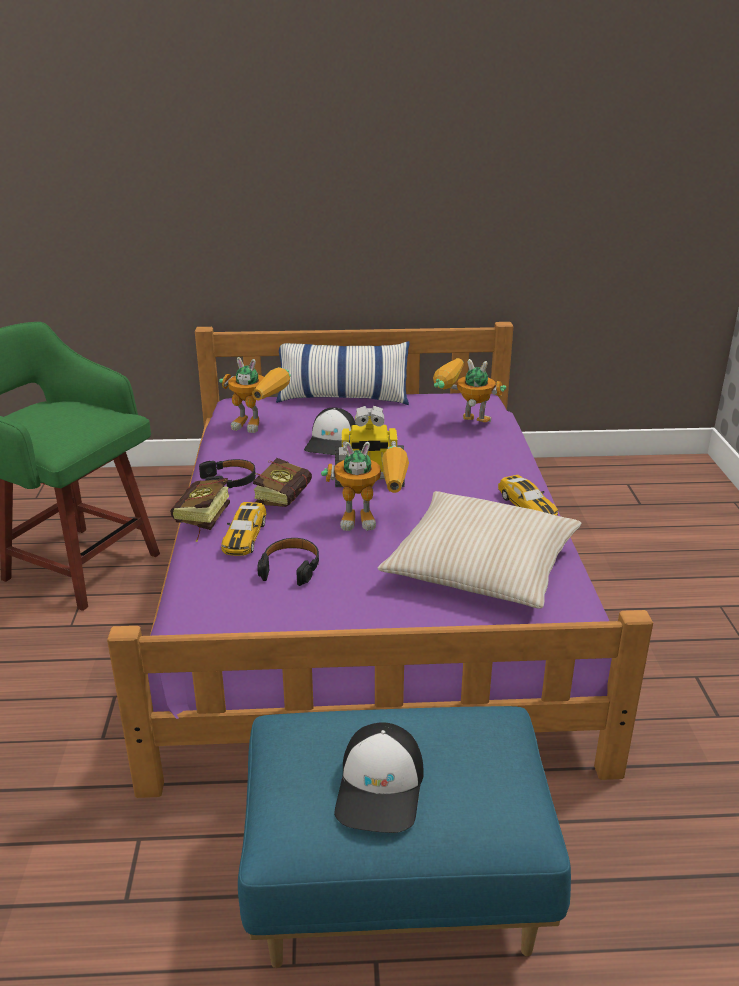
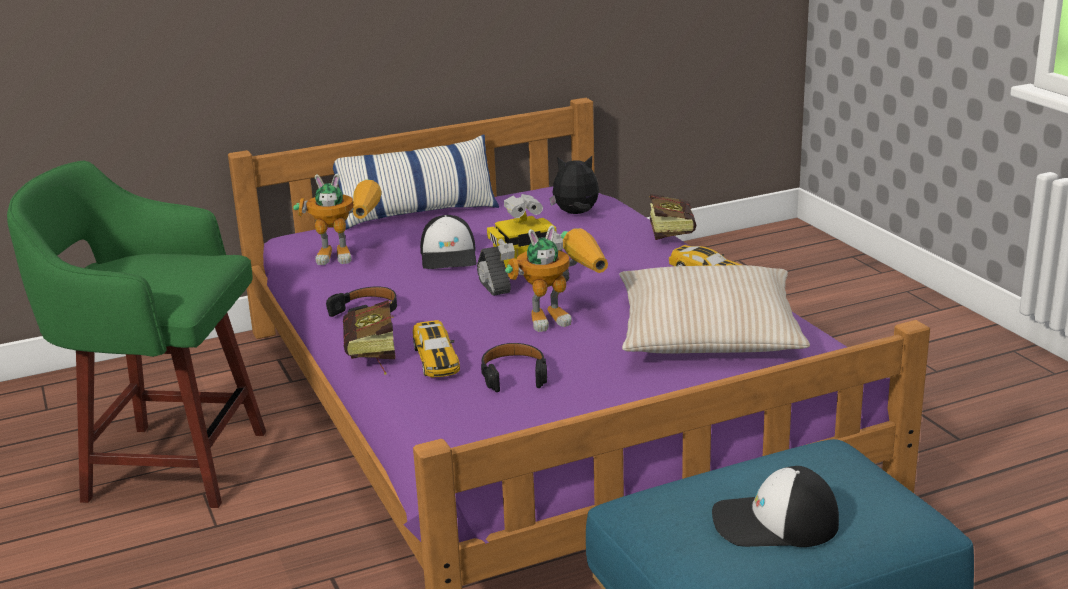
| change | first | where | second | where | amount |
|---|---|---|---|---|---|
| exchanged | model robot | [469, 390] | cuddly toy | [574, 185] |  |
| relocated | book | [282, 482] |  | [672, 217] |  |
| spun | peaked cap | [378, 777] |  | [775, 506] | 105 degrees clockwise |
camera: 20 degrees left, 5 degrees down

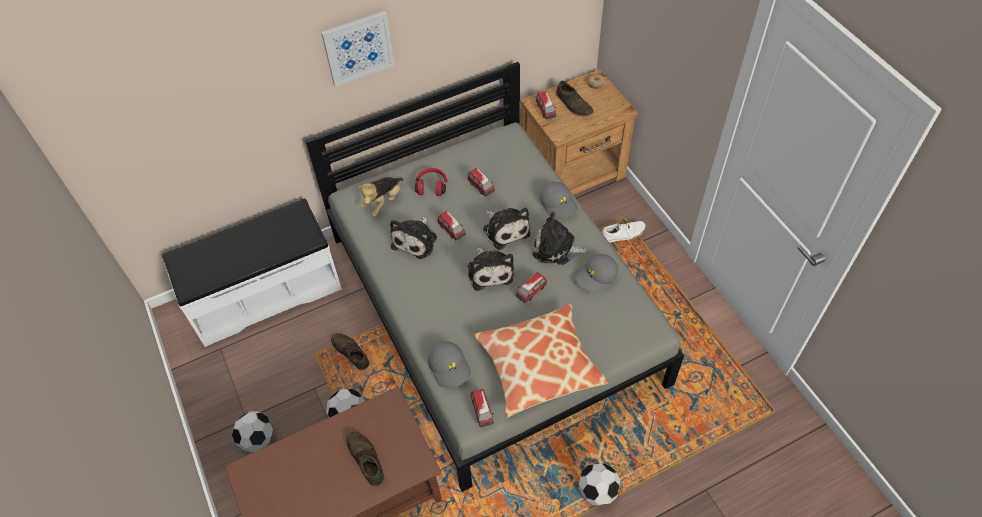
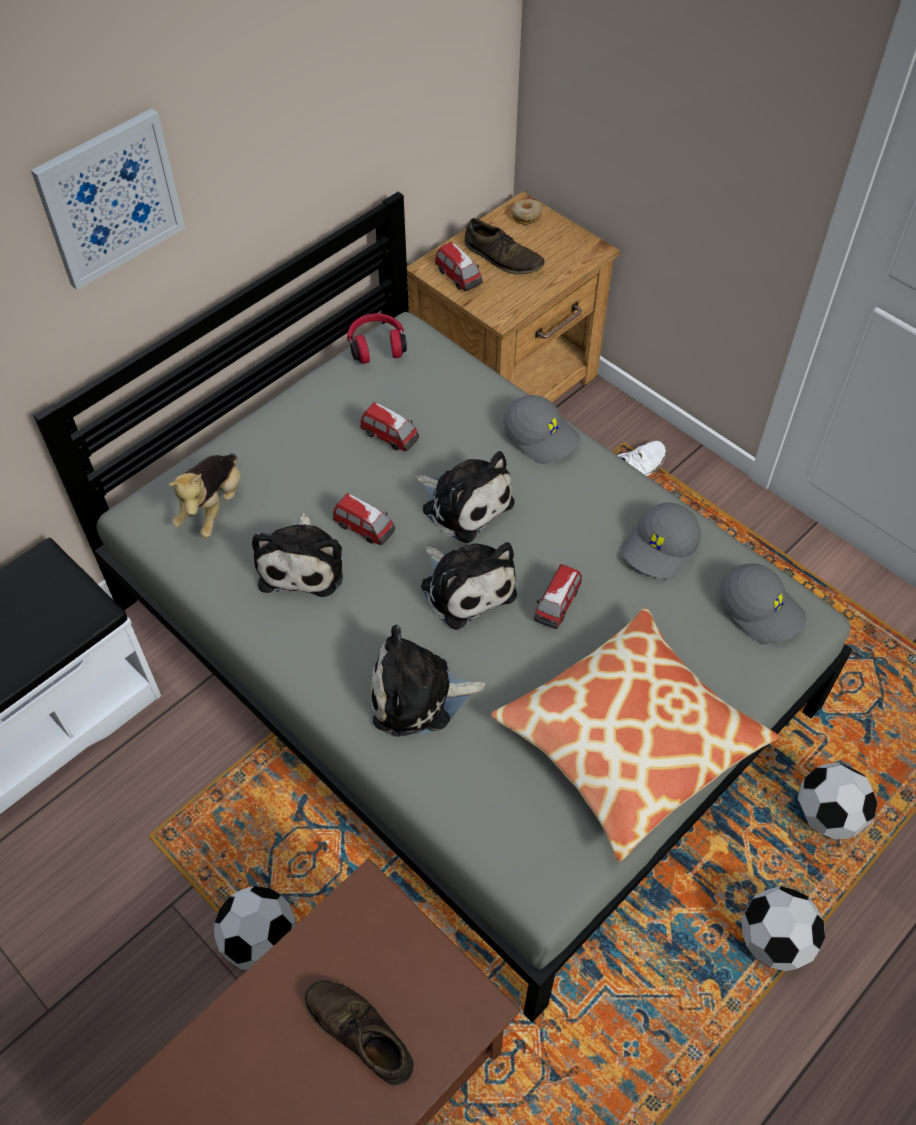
| change | first | where | second | where | amount |
|---|---|---|---|---|---|
| relocated | pair of headphones in reddish | [431, 182] |  | [377, 338] |  |
| relocated | cuddly toy | [561, 238] |  | [428, 681] |  |
| relocated | peaked cap in gray | [449, 364] |  | [763, 603] |  |
| relocated | ball for football | [252, 431] |  | [837, 801] |  |
| missing | shoe in brown | [350, 351] |  |  |  |
| missing | model car | [482, 408] |  |  |  |
camera: 20 degrees left, 0 degrees up

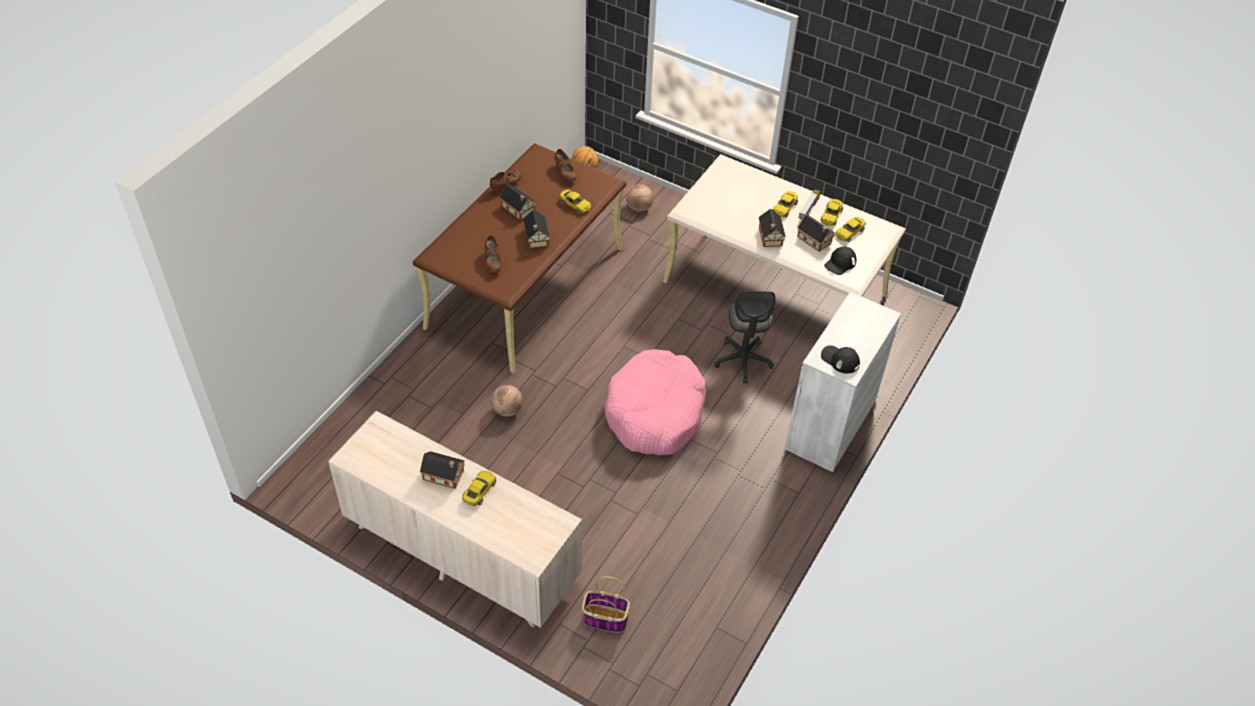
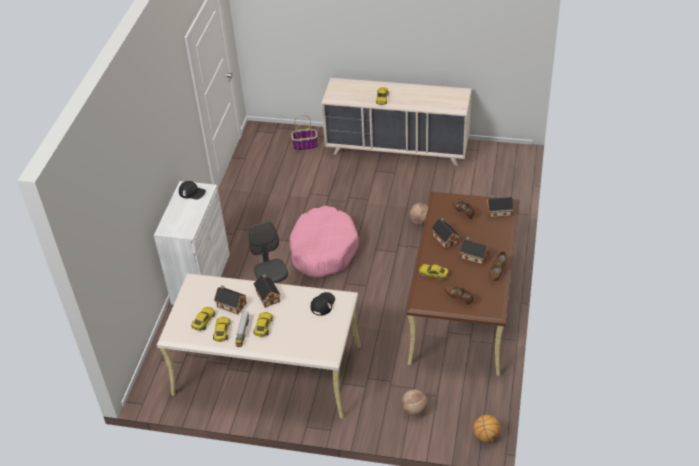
| change | first | where | second | where | amount |
|---|---|---|---|---|---|
| relocated | peaked cap in black-coloured | [840, 260] |  | [323, 304] |  |
| relocated | toy house | [442, 470] |  | [499, 206] |  |
camera: 165 degrees right, 5 degrees down

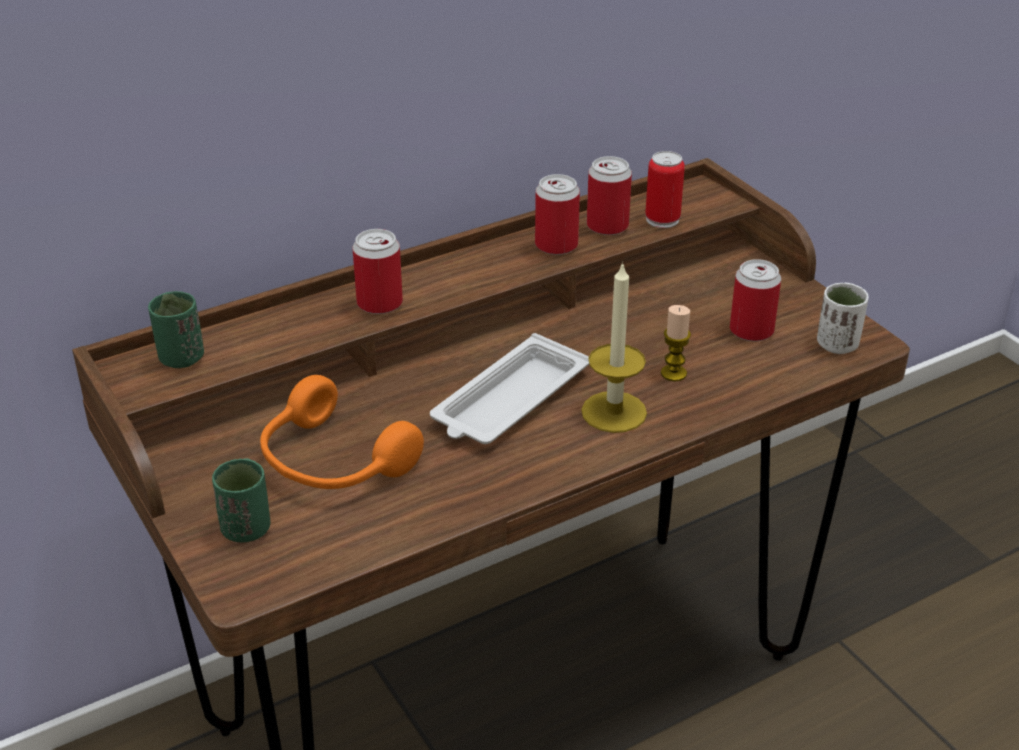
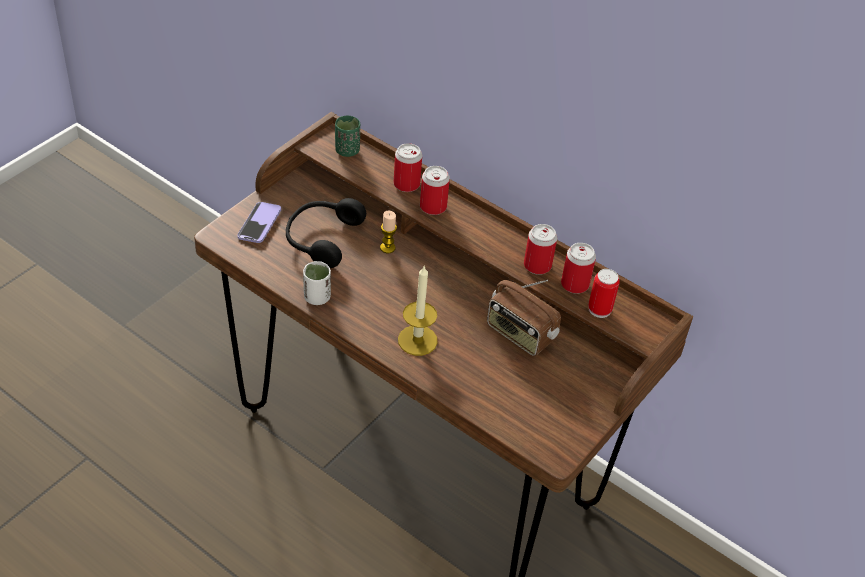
| change | first | where | second | where | amount |
|---|---|---|---|---|---|
| exchanged | cup in green-coloured | [241, 500] | phone | [259, 222] |  |
| colour | pair of headphones in orangey | [342, 432] | pair of headphones in black-coloured | [326, 233] |  |
| relocated | cup in white-coloured | [843, 318] |  | [317, 283] |  |
| relocated | wax candle | [676, 343] |  | [388, 232] |  |
| relocated | sealed can | [755, 300] |  | [407, 167] |  |
| appeared |  |  | radio receiver | [524, 318] |  |
| missing | tray in white-coloured | [509, 388] |  |  |  |
camera: 65 degrees right, 10 degrees up

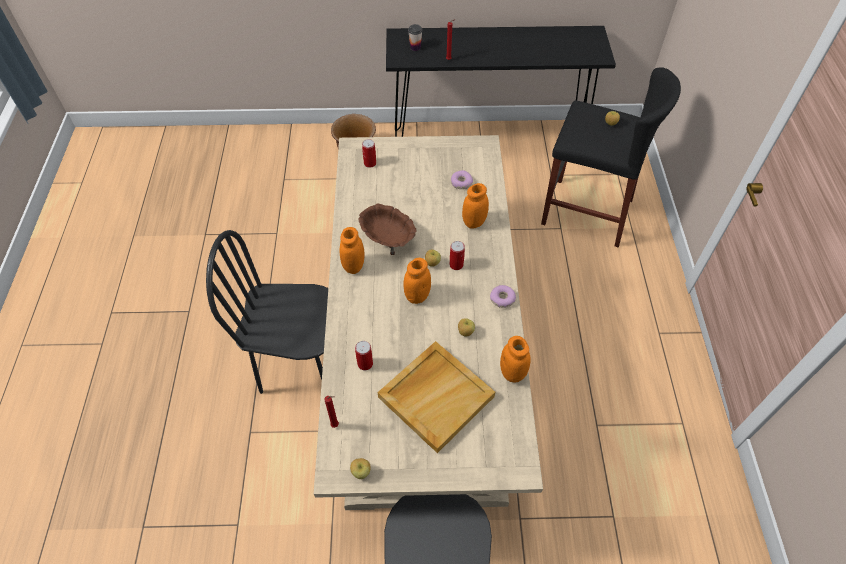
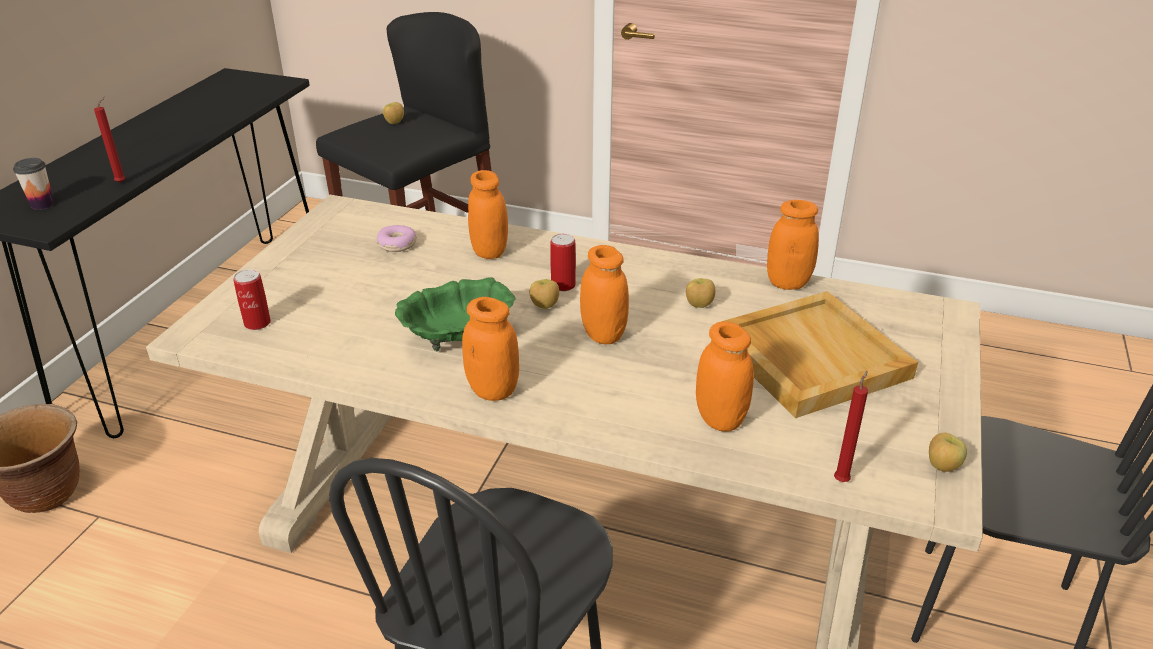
| change | first | where | second | where | amount |
|---|---|---|---|---|---|
| colour | deep dish in brown | [387, 229] | deep dish in green-coloured | [455, 314] |  |
| exchanged | sealed can | [364, 355] | preserve jar in orangey | [725, 376] |  |
| missing | doughnut | [503, 296] |  |  |  |
camera: 70 degrees left, 20 degrees down

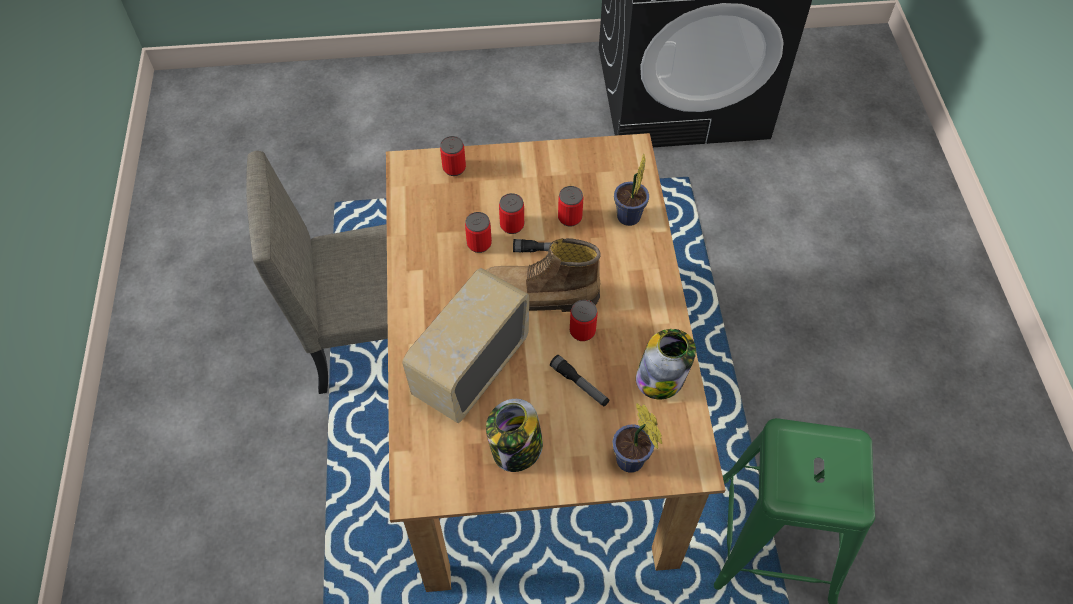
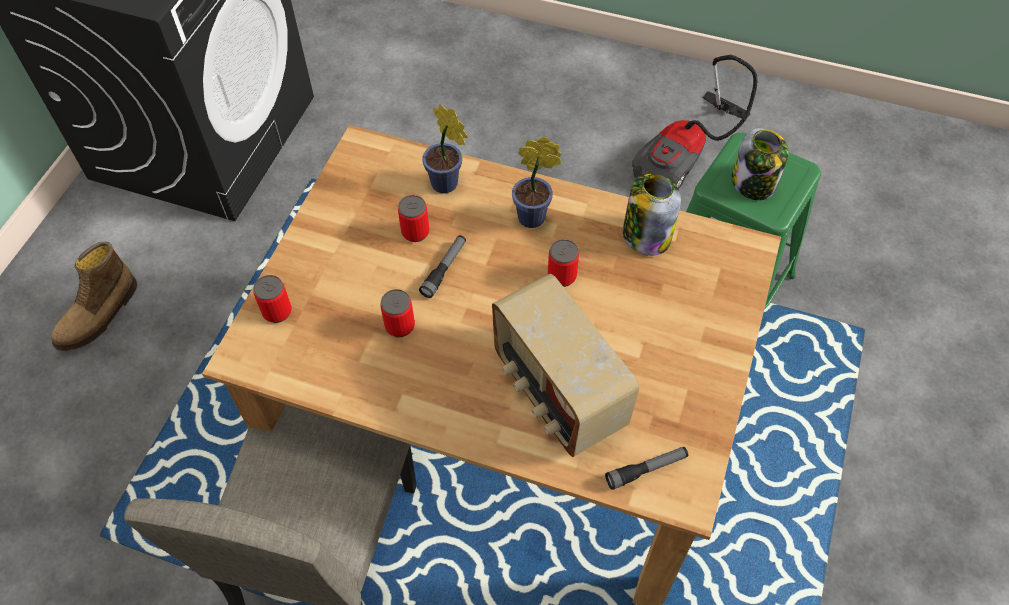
| change | first | where | second | where | amount |
|---|---|---|---|---|---|
| relocated | tall boot | [543, 275] |  | [94, 296] |  |
| relocated | plant in a pot | [637, 438] |  | [537, 182] |  |
| relocated | flashlight | [579, 380] |  | [646, 468] |  |
| appeared |  |  | vacuum | [695, 122] |  |
| relocated | preserve jar | [514, 435] |  | [760, 164] |  |
| missing | sealed can | [511, 213] |  |  |  |
camera: 65 degrees left, 0 degrees up

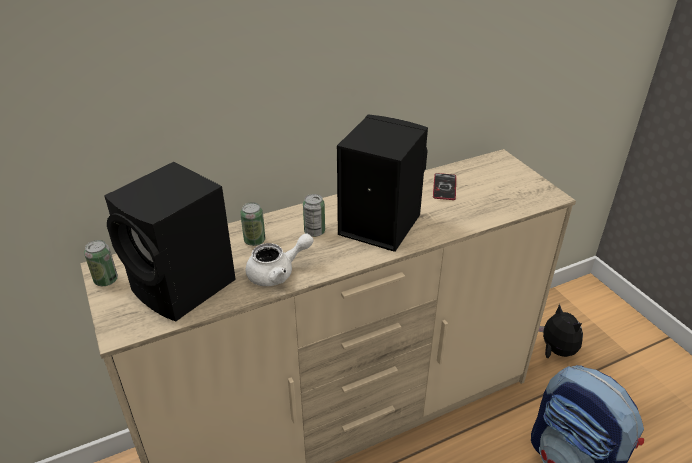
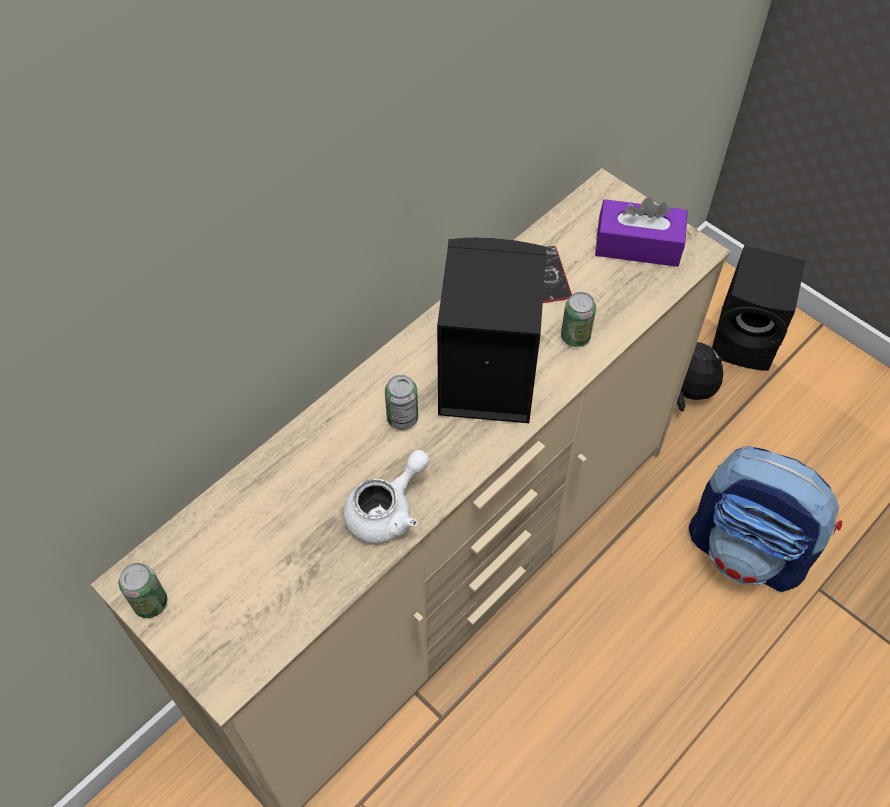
| change | first | where | second | where | amount |
|---|---|---|---|---|---|
| relocated | sealed can | [252, 224] |  | [578, 319] |  |
| appeared |  |  | tissue holder in purple-coloured | [641, 232] |  |
| relocated | speaker in black-coloured | [170, 242] |  | [758, 308] |  |
camera: 20 degrees left, 20 degrees up

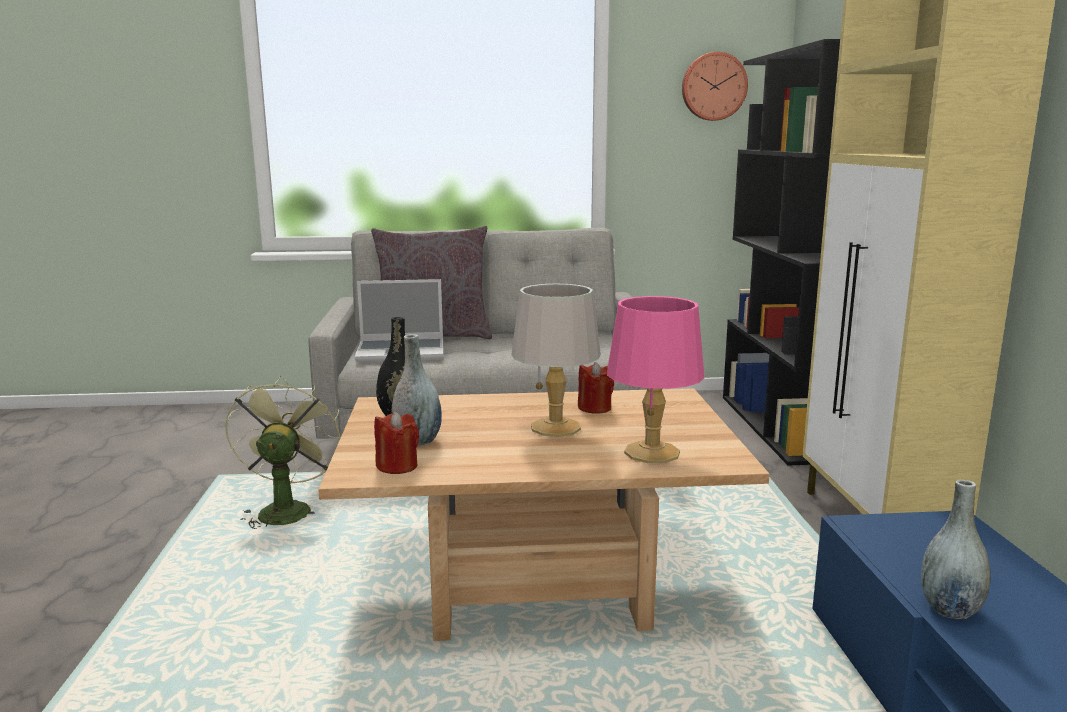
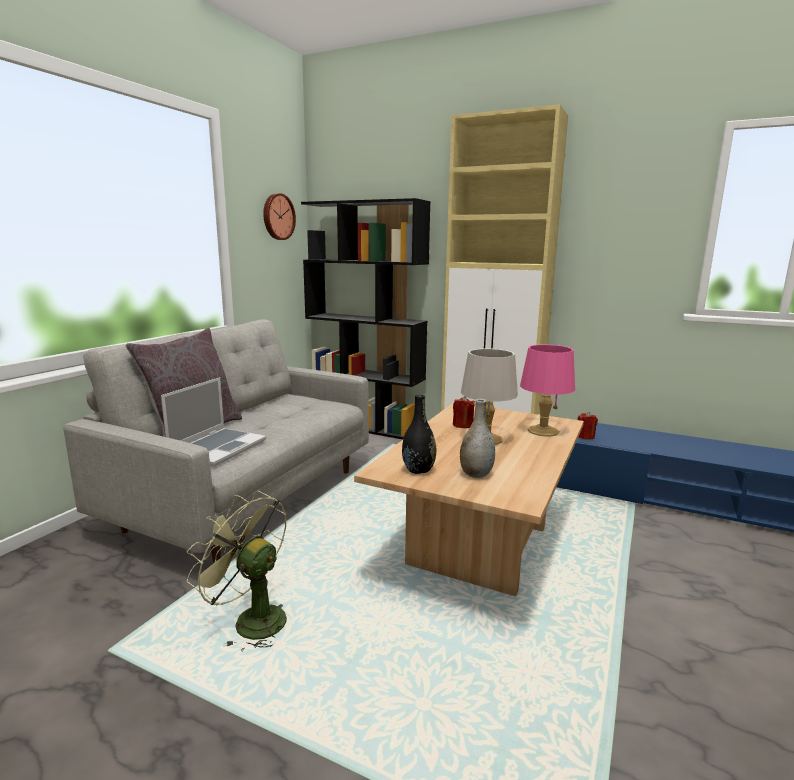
| change | first | where | second | where | amount |
|---|---|---|---|---|---|
| relocated | wax candle in reddish | [396, 442] |  | [588, 426] |  |
| missing | decorative vase in gray | [956, 549] |  |  |  |
camera: 60 degrees left, 0 degrees up

